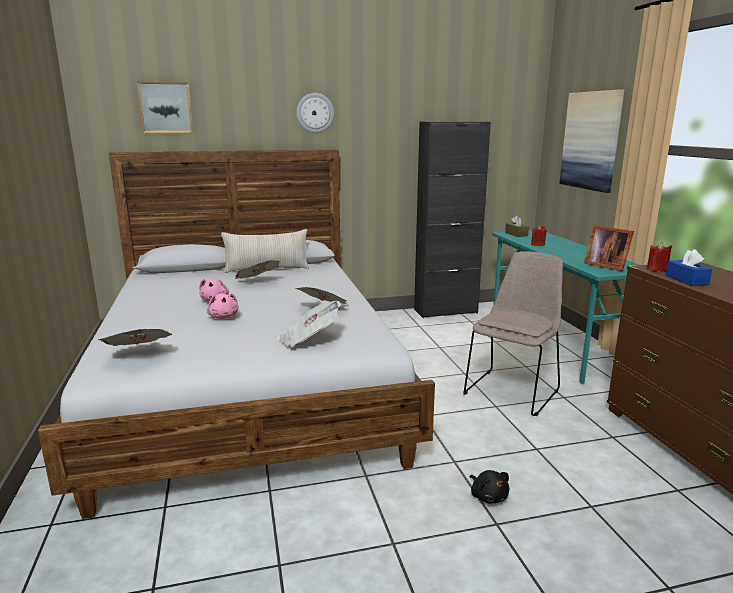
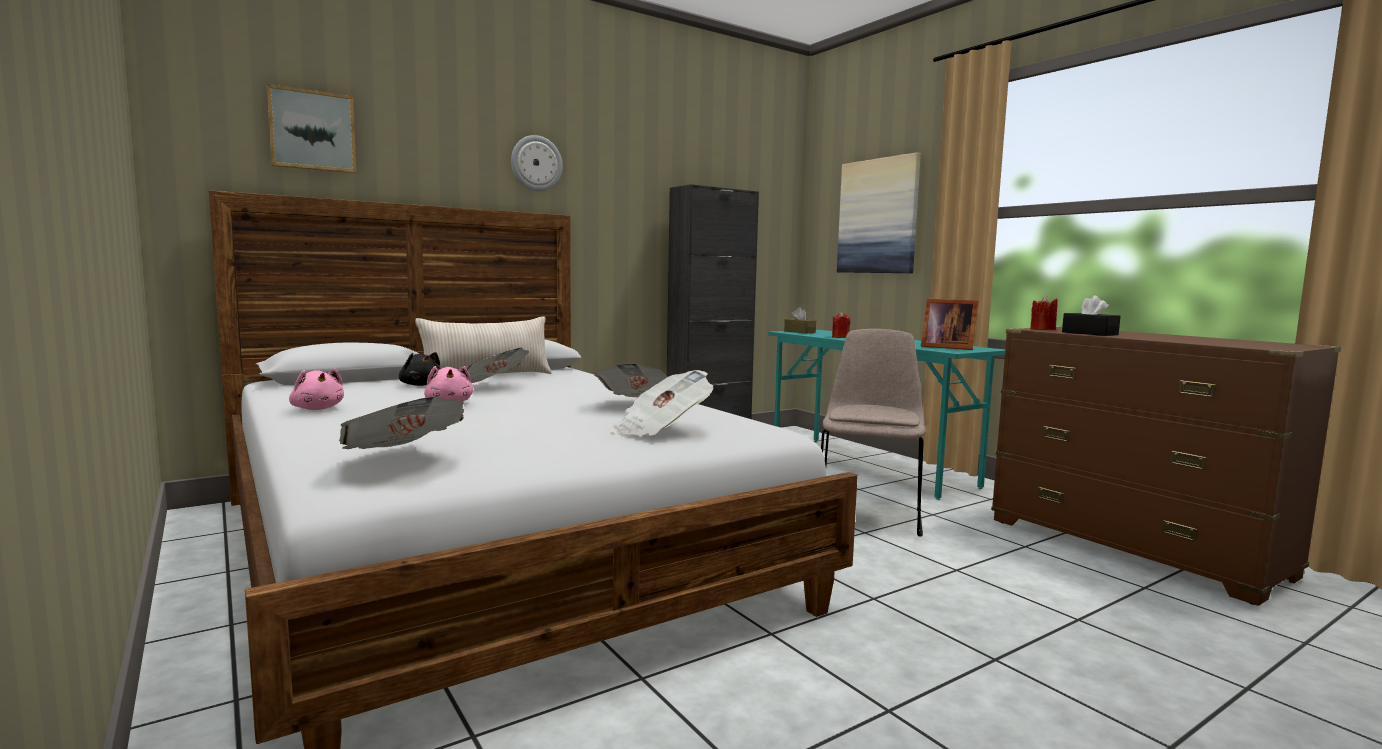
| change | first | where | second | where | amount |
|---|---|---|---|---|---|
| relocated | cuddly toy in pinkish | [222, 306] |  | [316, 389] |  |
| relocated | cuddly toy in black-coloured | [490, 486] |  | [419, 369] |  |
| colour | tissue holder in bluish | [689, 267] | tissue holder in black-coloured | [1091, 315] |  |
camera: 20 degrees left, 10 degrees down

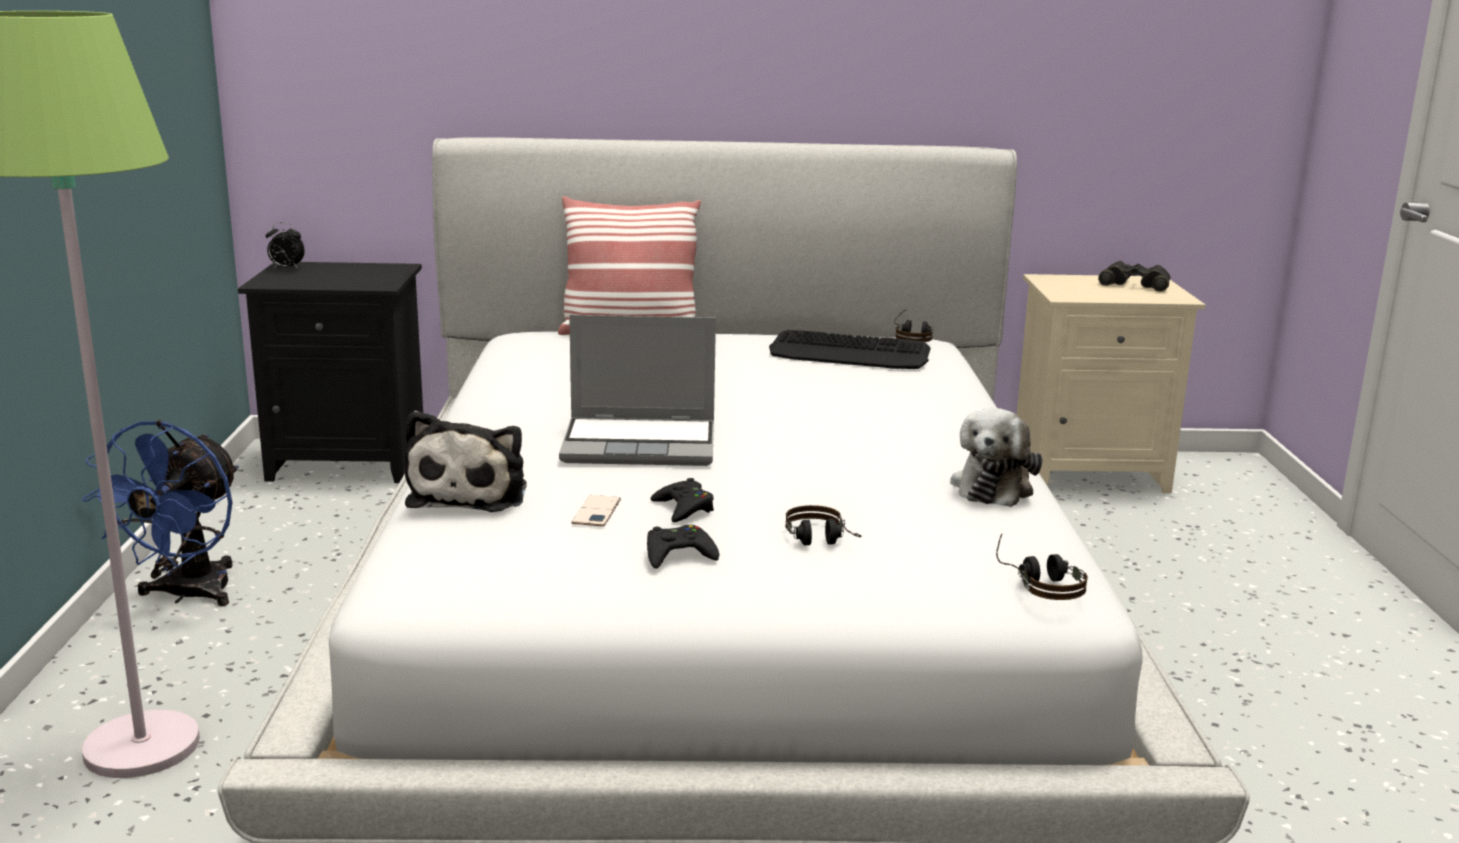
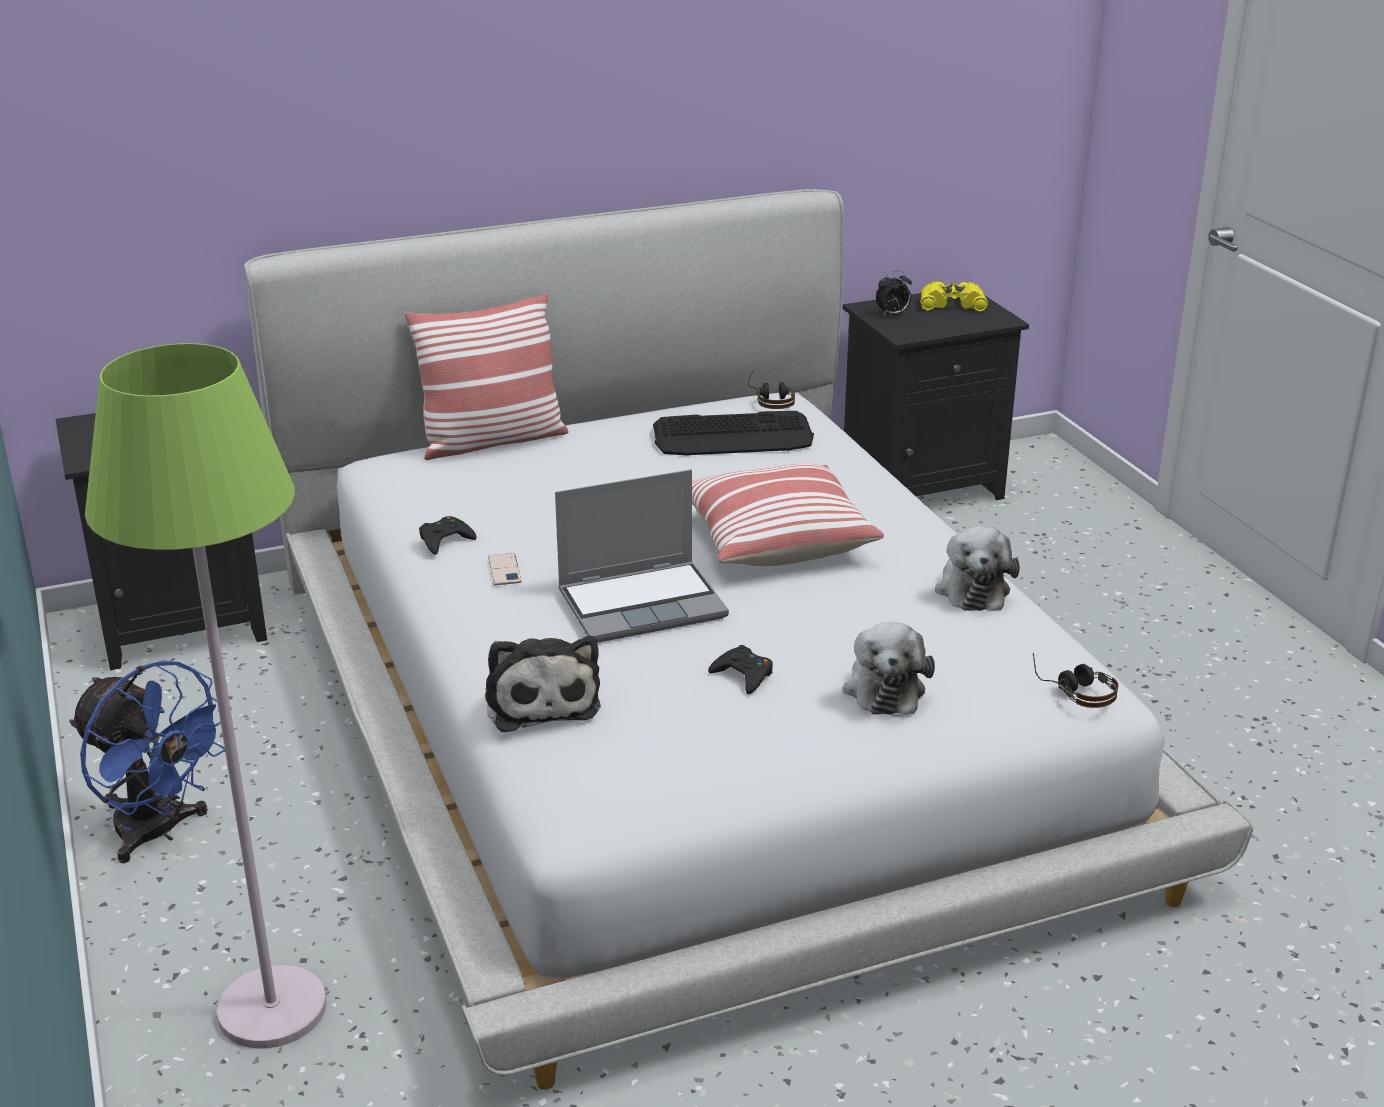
| change | first | where | second | where | amount |
|---|---|---|---|---|---|
| spun | fan in bluish | [160, 513] |  | [150, 761] | 45 degrees counterclockwise |
| relocated | joypad in black-coloured | [683, 547] |  | [448, 535] |  |
| relocated | phone | [596, 510] |  | [505, 569] |  |
| appeared |  |  | cushion | [788, 514] |  |
| colour | nightstand in beige | [1111, 383] | nightstand in black-coloured | [936, 395] |  |
| exchanged | pair of headphones | [823, 525] | cuddly toy | [889, 668] |  |
| relocated | alarm clock | [285, 245] |  | [894, 293] |  |
| colour | field glasses in black-coloured | [1134, 276] | field glasses in yellow-coloured | [954, 296] |  |
camera: 20 degrees left, 10 degrees up

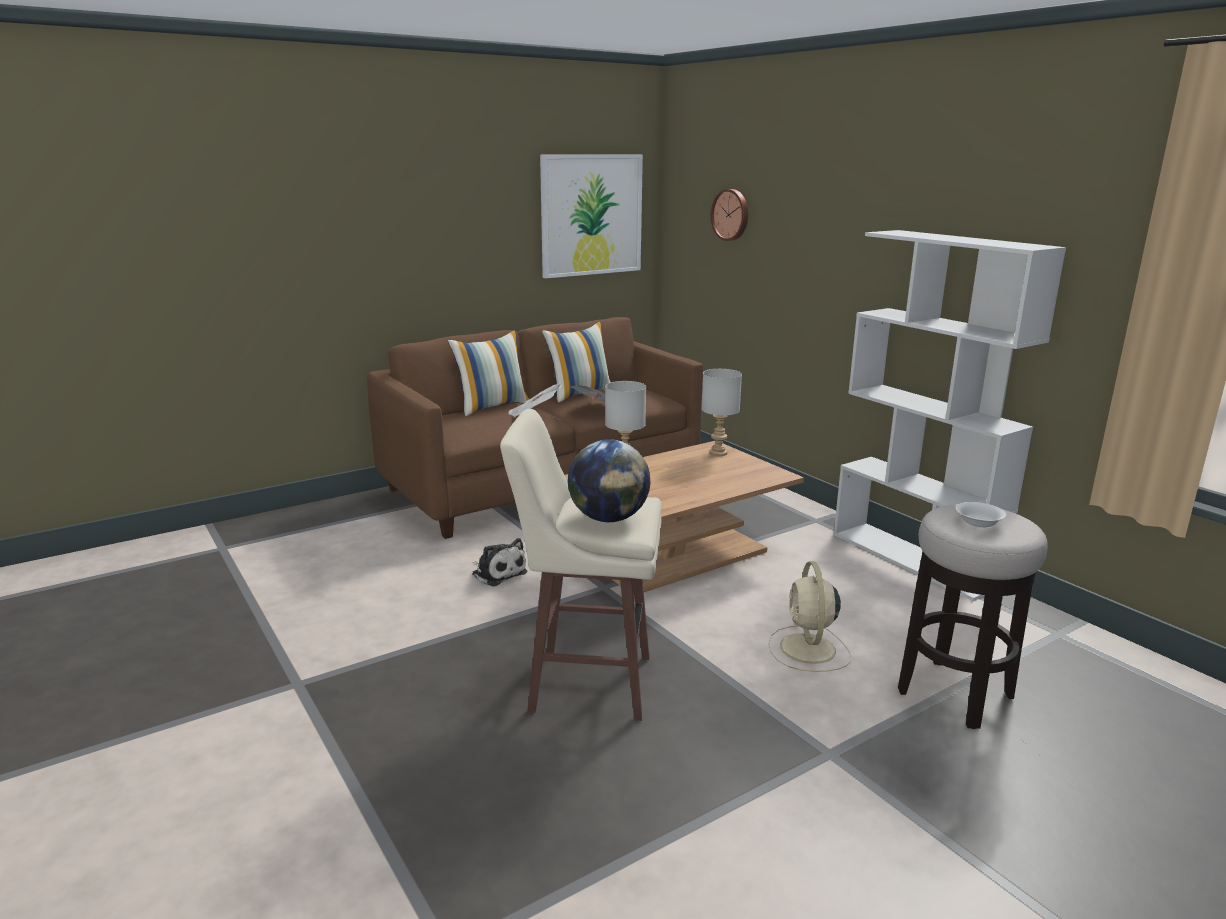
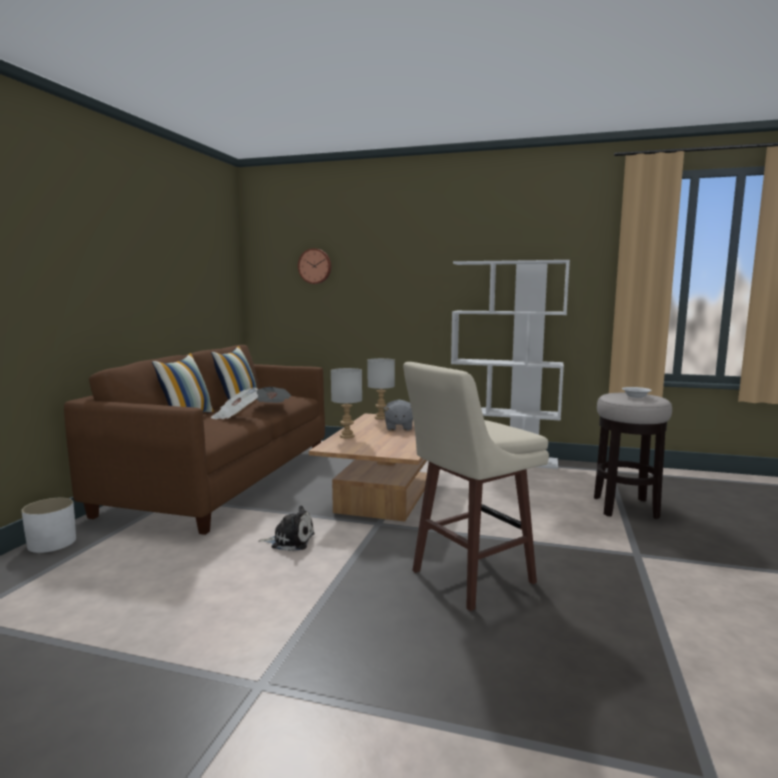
| change | first | where | second | where | amount |
|---|---|---|---|---|---|
| appeared |  |  | flower pot in white-coloured | [48, 525] |  |
| appeared |  |  | cuddly toy in gray | [398, 415] |  |
| missing | wall art | [591, 216] |  |  |  |
| missing | world globe | [609, 480] |  |  |  |
| missing | fan in beige | [809, 617] |  |  |  |
camera: 40 degrees left, 10 degrees down

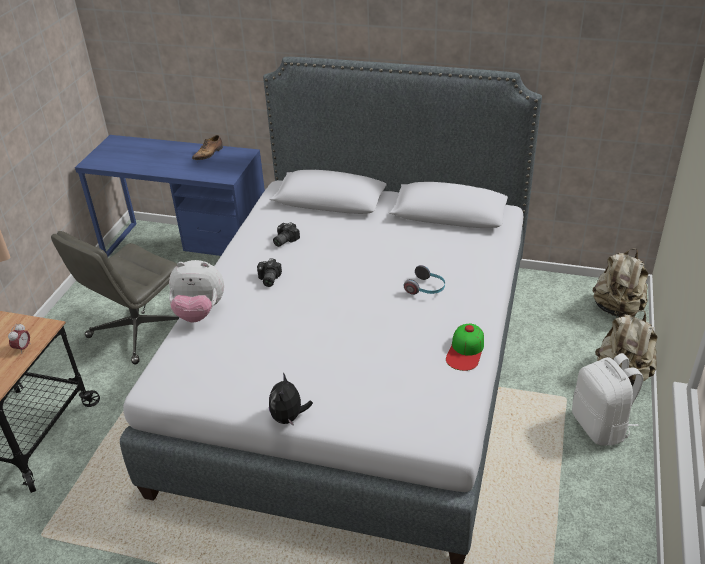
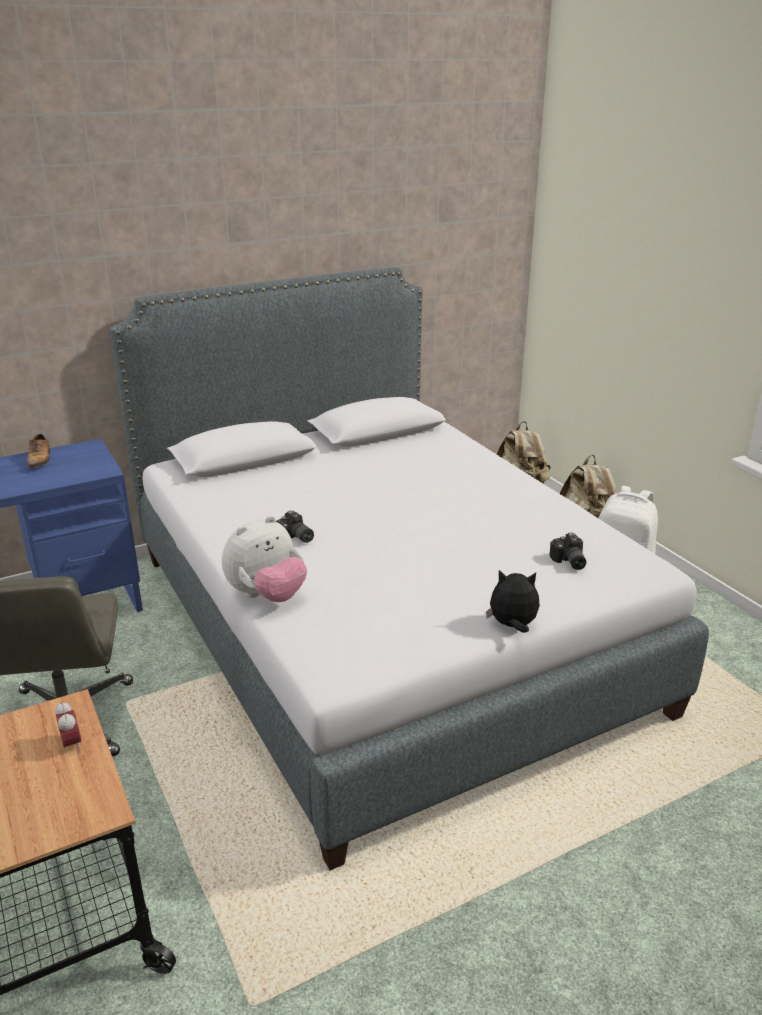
| change | first | where | second | where | amount |
|---|---|---|---|---|---|
| spun | cuddly toy | [291, 399] |  | [513, 601] | 135 degrees clockwise |
| relocated | still camera | [286, 234] |  | [567, 551] |  |
| missing | pair of headphones | [424, 280] |  |  |  |
| missing | peaked cap | [465, 347] |  |  |  |
camera: 45 degrees left, 10 degrees down

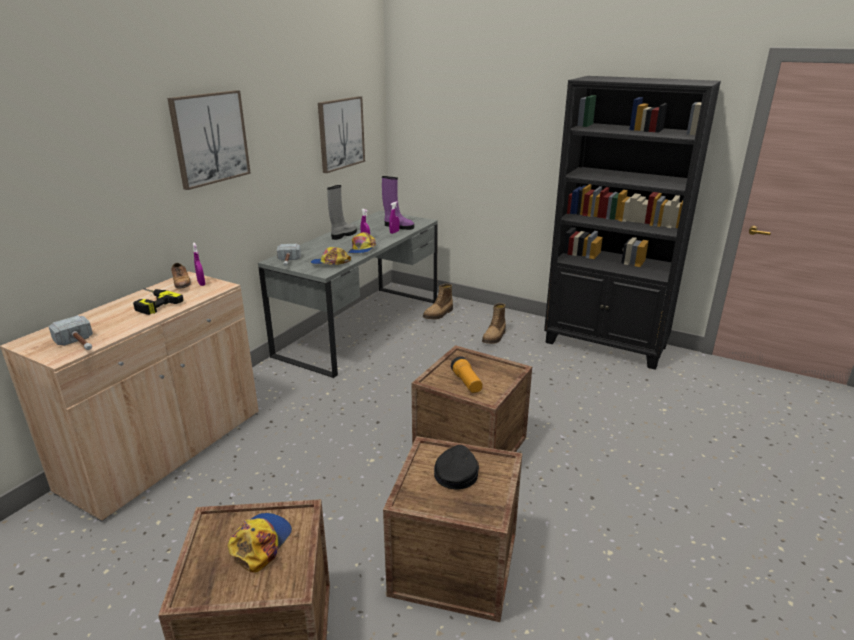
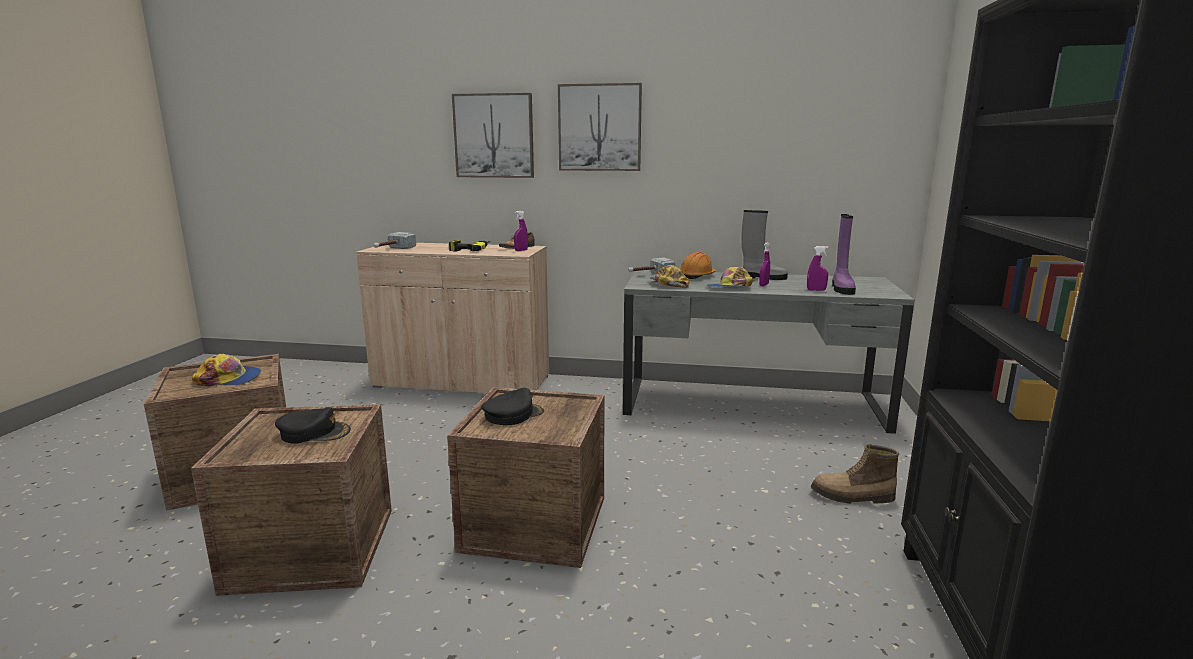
| change | first | where | second | where | amount |
|---|---|---|---|---|---|
| relocated | wall art | [341, 134] |  | [493, 135] |  |
| exchanged | flashlight | [466, 374] | peaked cap in black-coloured | [512, 406] |  |
| appeared |  |  | work helmet in orangey | [698, 265] |  |
| missing | tall boot | [438, 301] |  |  |  |
camera: 70 degrees right, 10 degrees down

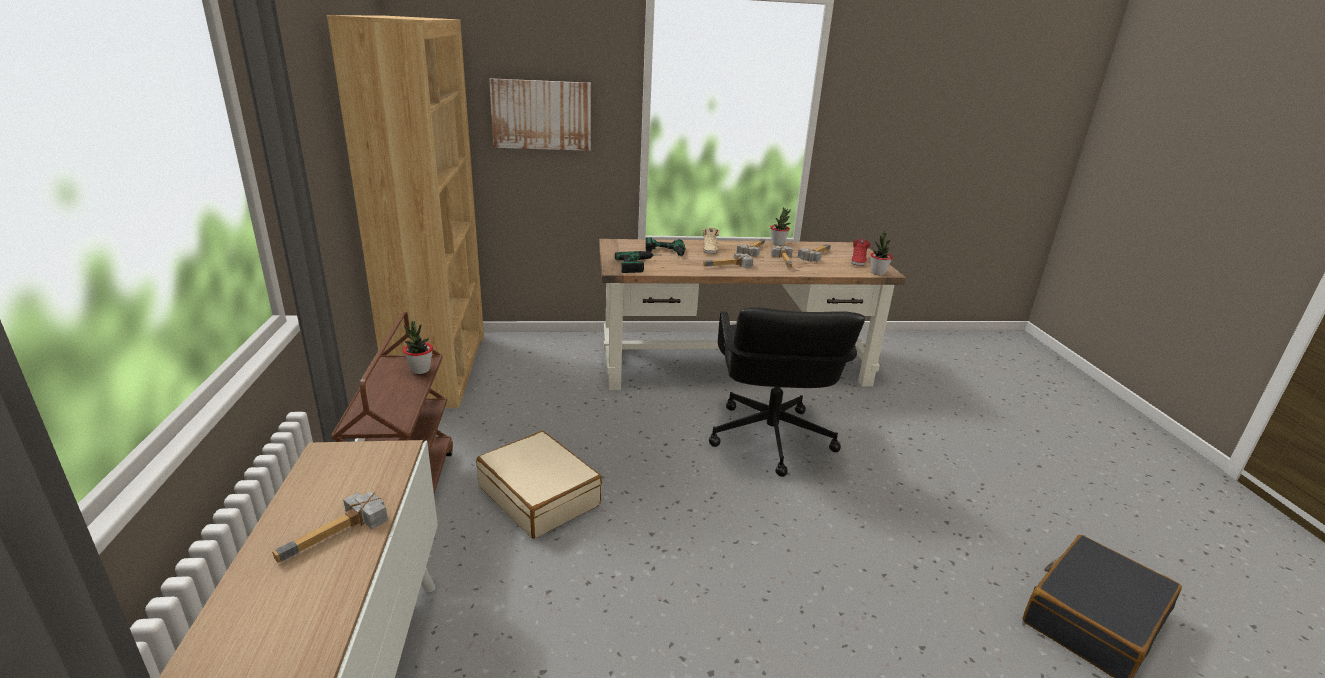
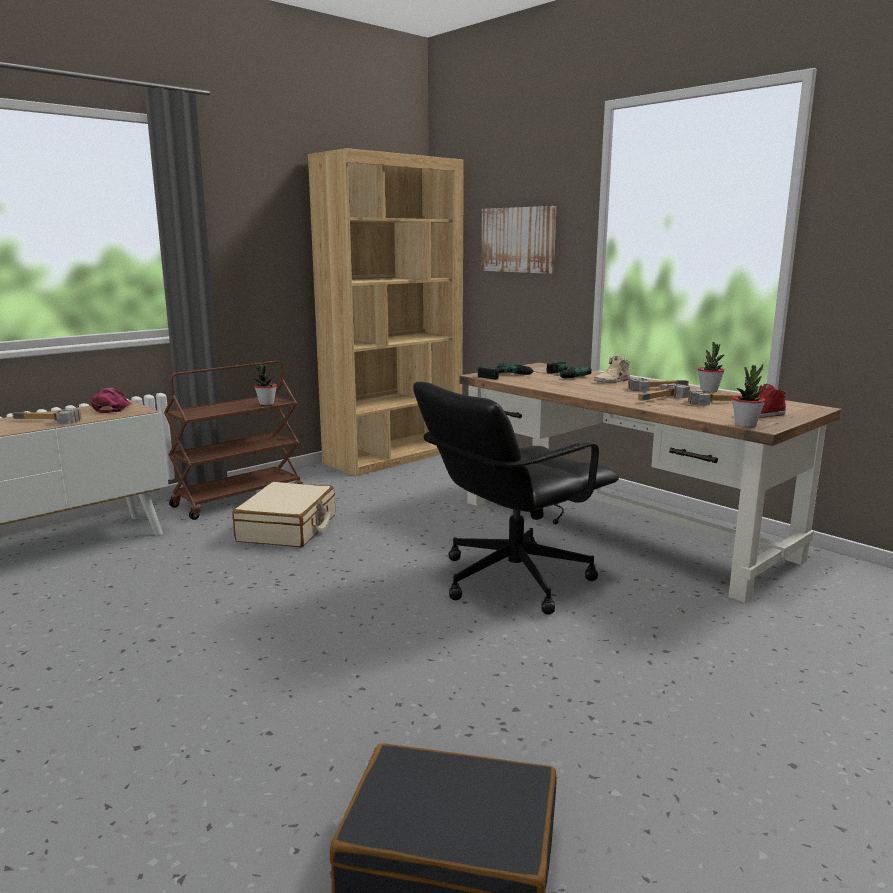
| change | first | where | second | where | amount |
|---|---|---|---|---|---|
| appeared |  |  | peaked cap in pinkish | [111, 400] |  |
| missing | hammer | [728, 260] |  |  |  |
camera: 55 degrees right, 10 degrees down

